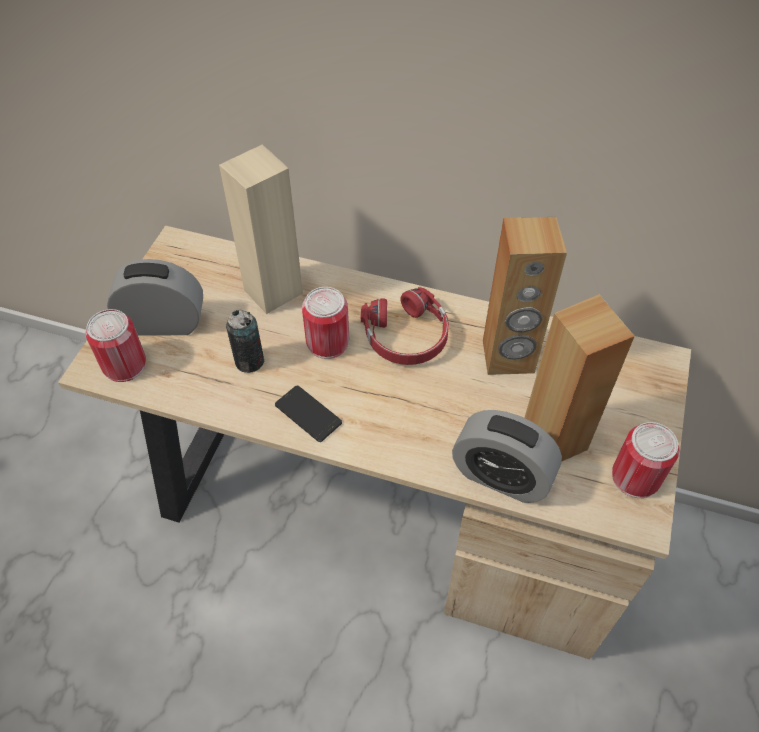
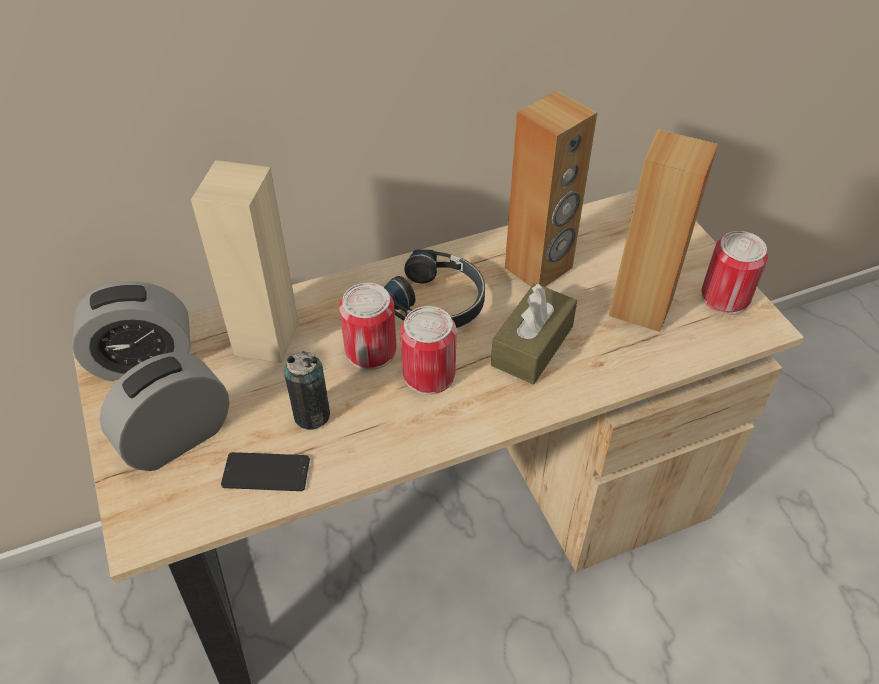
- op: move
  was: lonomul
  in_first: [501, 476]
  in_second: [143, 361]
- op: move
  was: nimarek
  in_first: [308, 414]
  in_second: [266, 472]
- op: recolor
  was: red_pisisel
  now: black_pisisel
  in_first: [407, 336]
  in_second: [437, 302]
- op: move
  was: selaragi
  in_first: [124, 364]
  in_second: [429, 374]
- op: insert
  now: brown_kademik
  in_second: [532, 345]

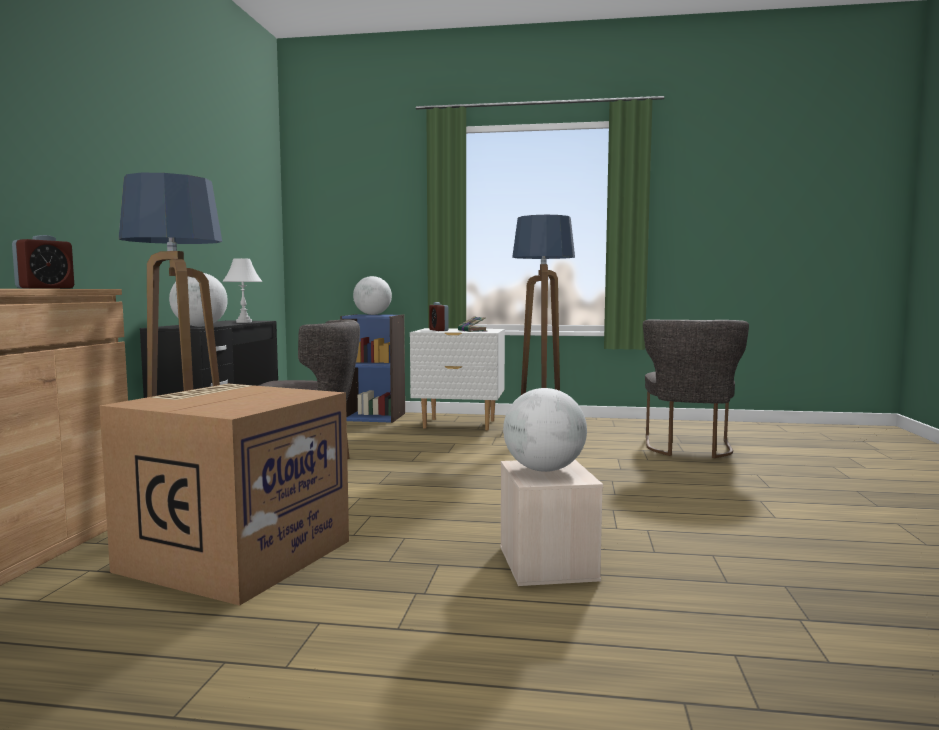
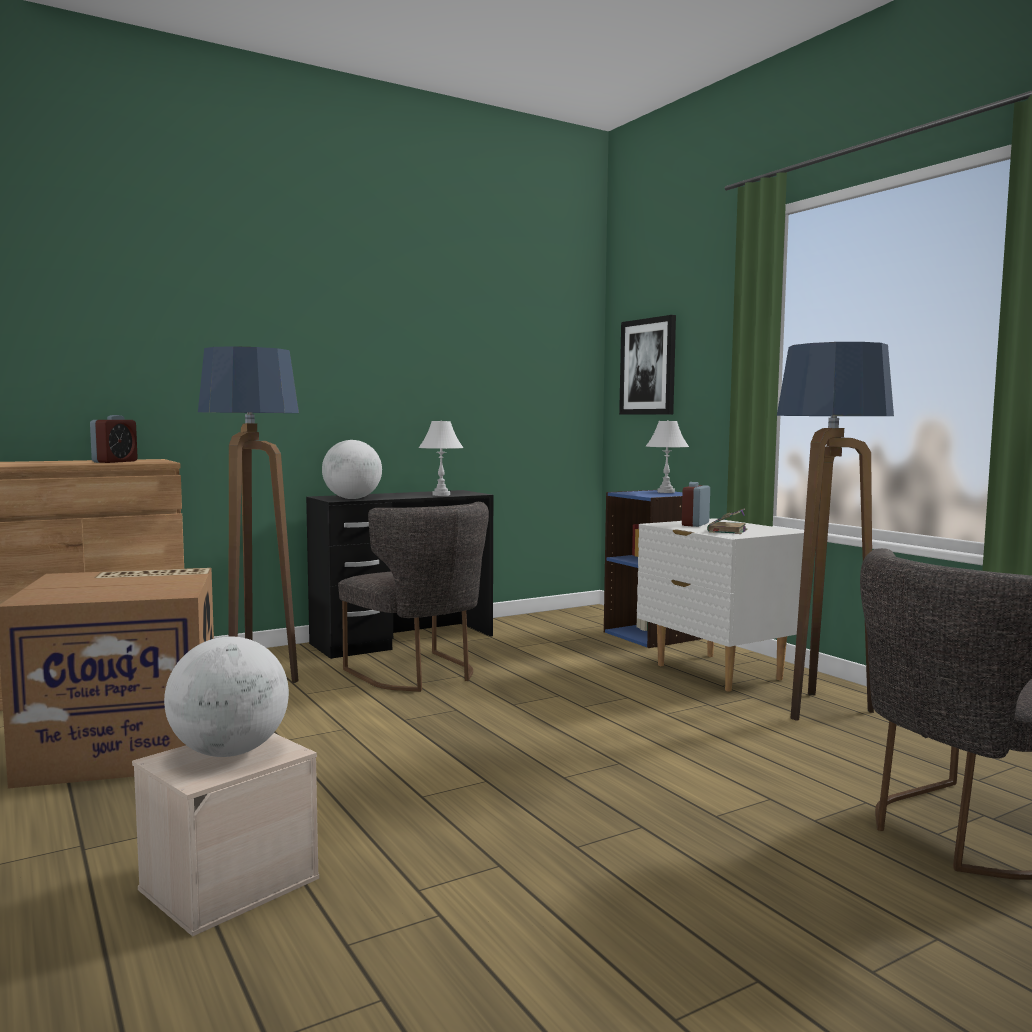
- op: rotate
  was: lonomul
  in_first: [45, 288]
  in_second: [115, 461]
  clockwise: -60
- op: insert
  now: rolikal
  in_second: [648, 366]
- op: replace
  was: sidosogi
  now: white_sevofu
  in_first: [372, 314]
  in_second: [665, 492]

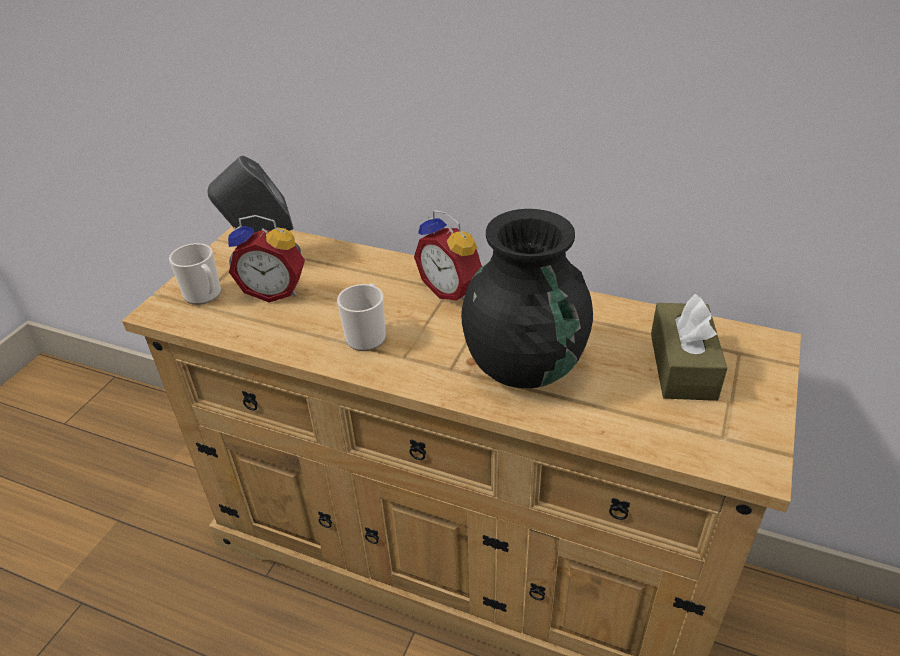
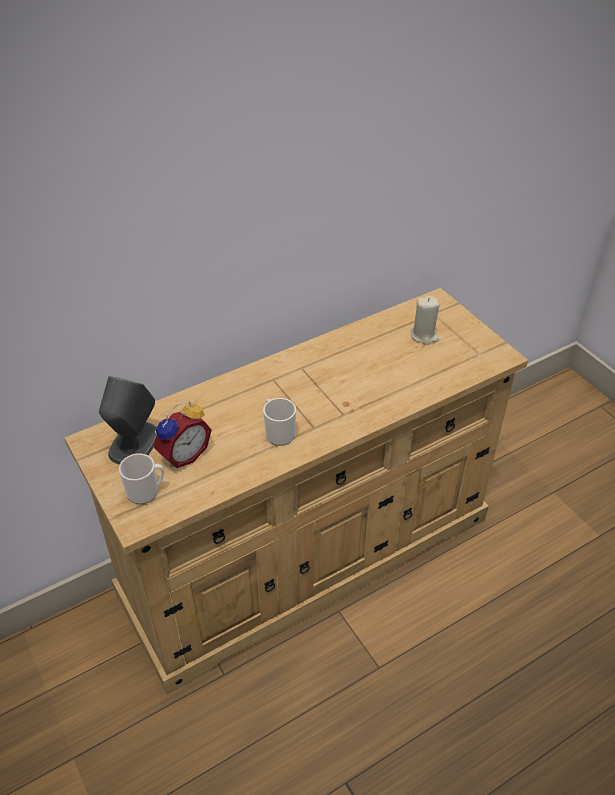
- op: replace
  was: brown_kademik
  now: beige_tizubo
  in_first: [682, 366]
  in_second: [424, 335]
- op: delete
  was: lonomul
  in_first: [453, 290]
- op: delete
  was: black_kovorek
  in_first: [524, 364]

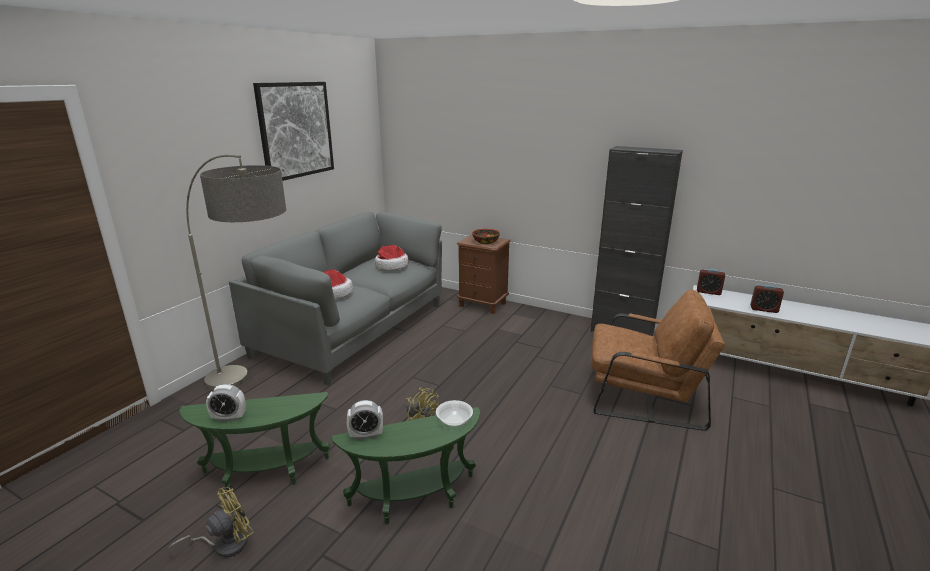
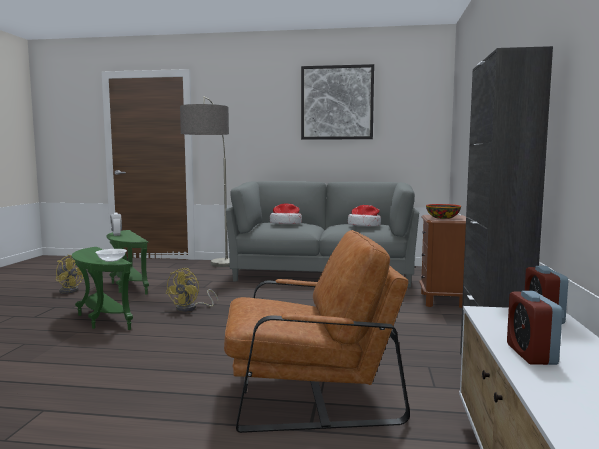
- op: rotate
  was: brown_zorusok
  in_first: [643, 395]
  in_second: [310, 393]
  clockwise: -90
- op: delete
  was: lonomul
  in_first: [366, 435]

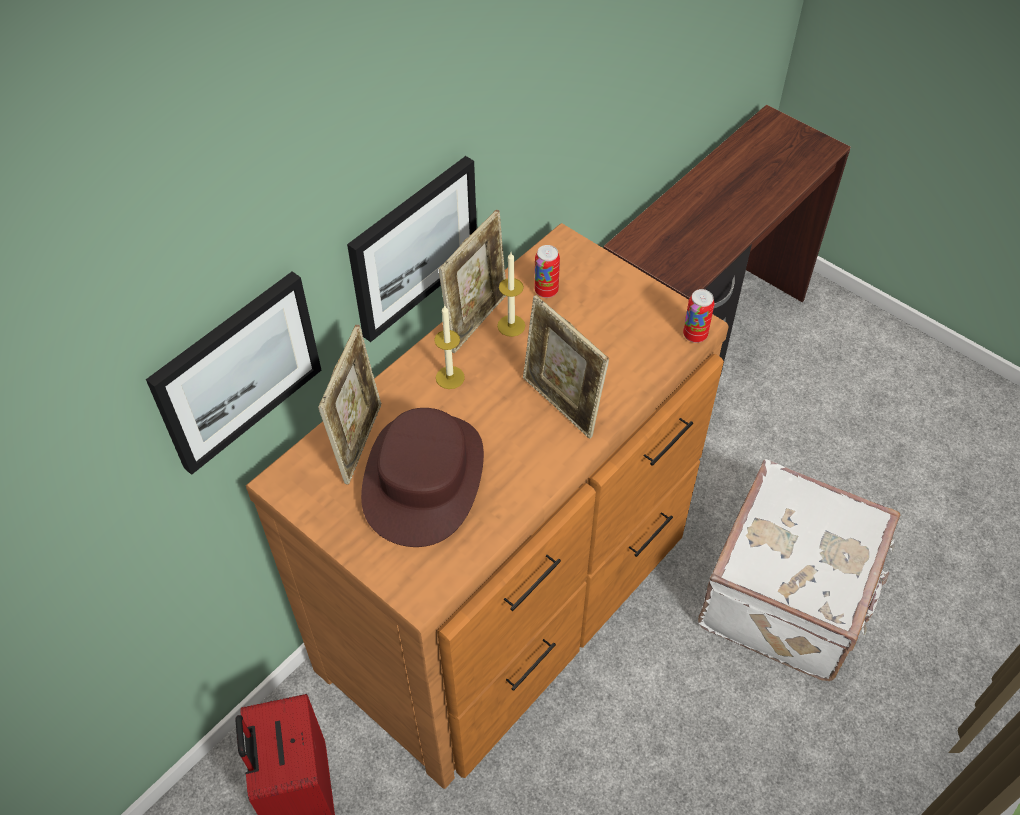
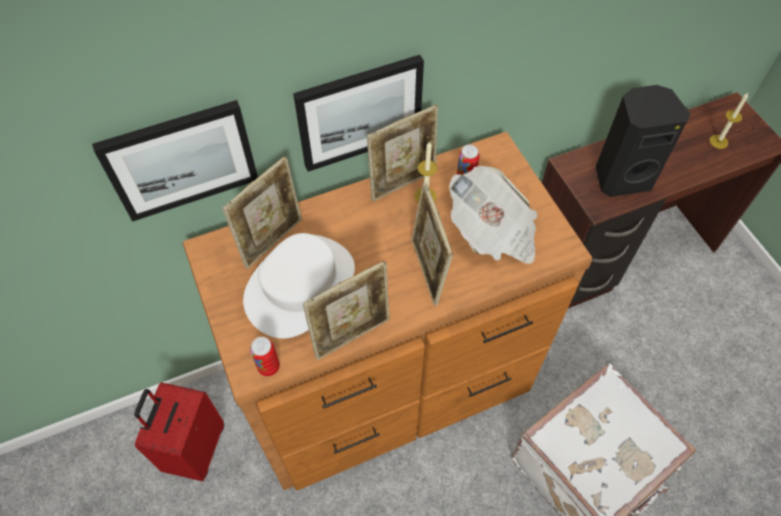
- op: recolor
  was: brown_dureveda
  now: white_dureveda
  in_first: [424, 478]
  in_second: [300, 286]
- op: move
  was: selaragi
  in_first: [695, 335]
  in_second: [269, 367]
- op: insert
  now: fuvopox
  in_second: [352, 335]
- op: insert
  now: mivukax
  in_second: [493, 232]
- op: insert
  now: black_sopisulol
  in_second: [622, 177]
- op: move
  was: tizubo
  in_first: [450, 377]
  in_second: [718, 141]

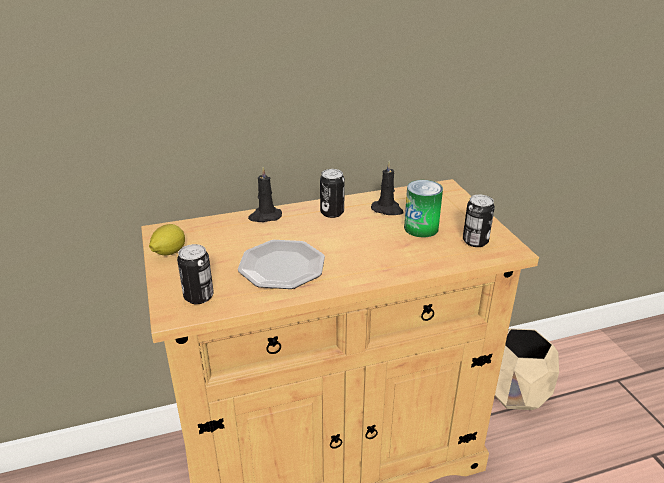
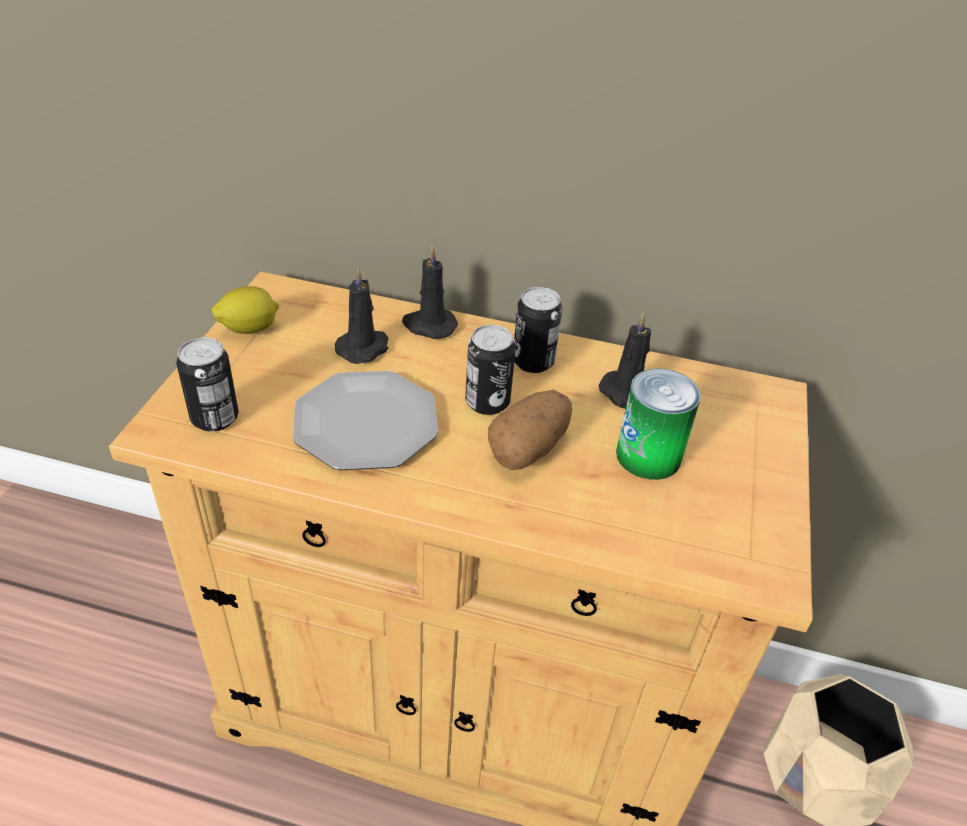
- op: insert
  now: black_tizubo
  in_second: [364, 348]
- op: move
  was: selaragi
  in_first: [475, 241]
  in_second: [487, 402]
- op: insert
  now: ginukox
  in_second: [528, 449]

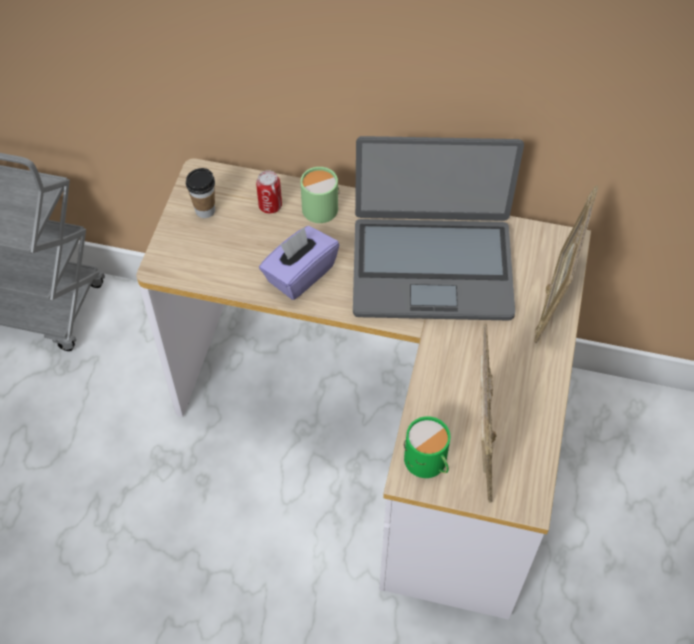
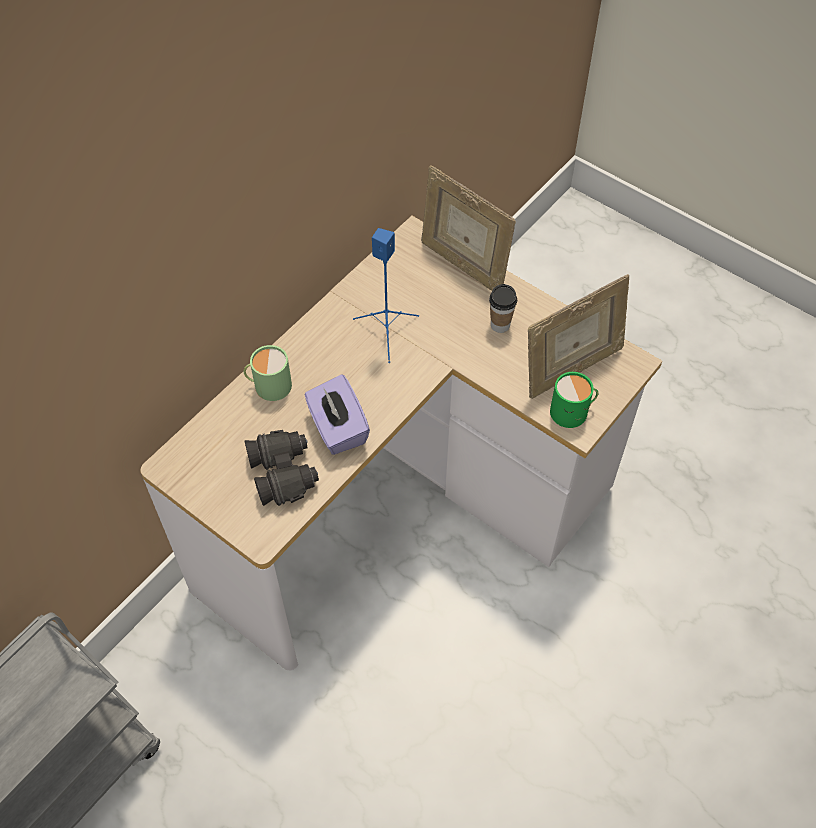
- op: insert
  now: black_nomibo
  in_second: [283, 473]
- op: replace
  was: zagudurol
  now: blue_sopisulol
  in_first: [432, 268]
  in_second: [387, 331]
- op: move
  was: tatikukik
  in_first: [205, 210]
  in_second: [500, 325]
- op: rotate
  was: fuvopox
  in_first: [481, 443]
  in_second: [571, 370]
  clockwise: 120
- op: delete
  was: selaragi
  in_first: [270, 206]

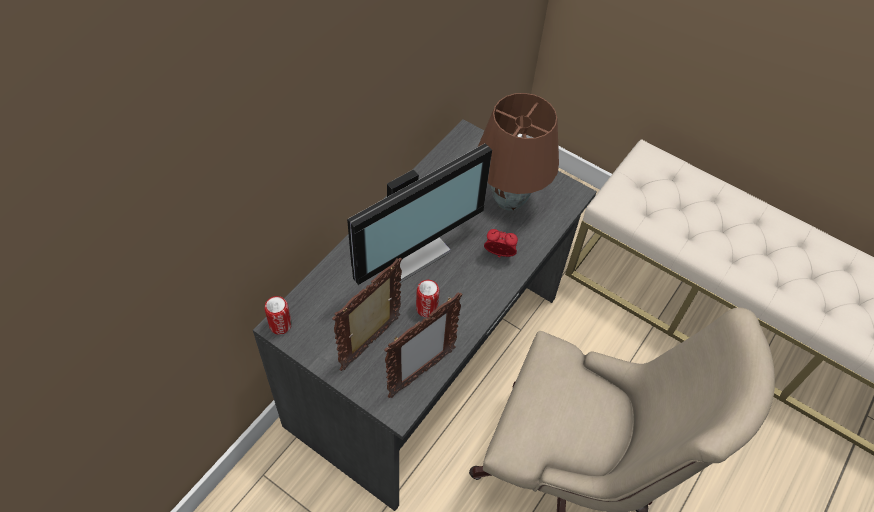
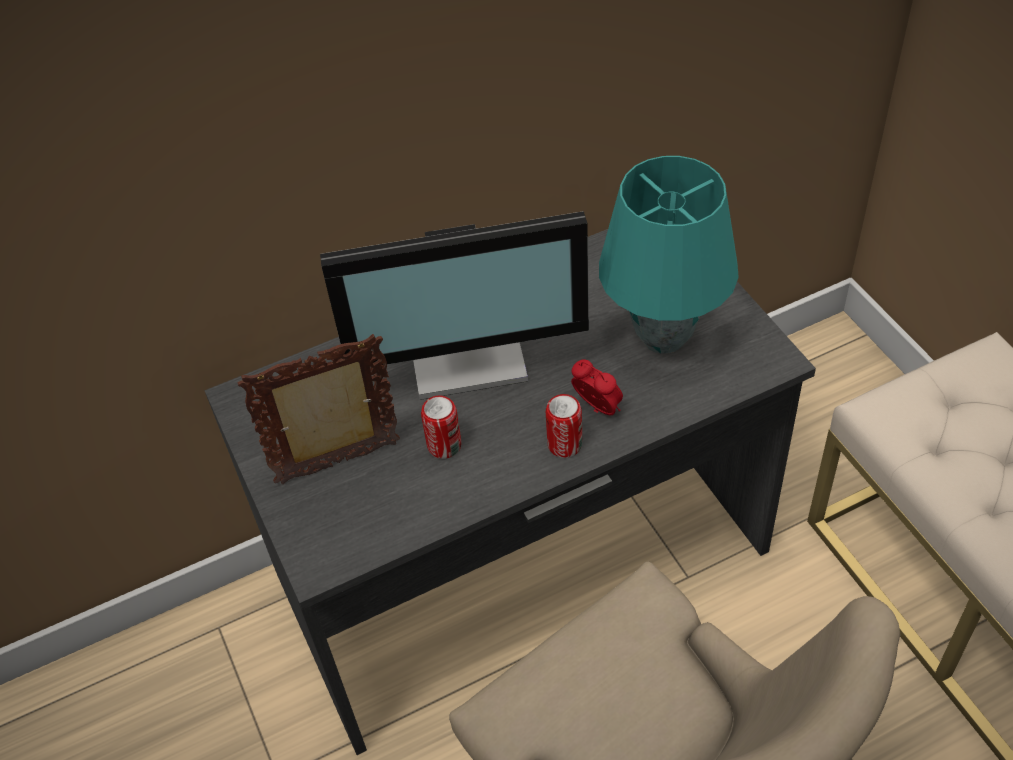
- op: move
  was: selaragi
  in_first: [280, 325]
  in_second: [564, 444]
- op: recolor
  was: brown_sevofu
  now: turquoise_sevofu
  in_first: [510, 201]
  in_second: [664, 339]
- op: delete
  was: fuvopox
  in_first: [421, 373]

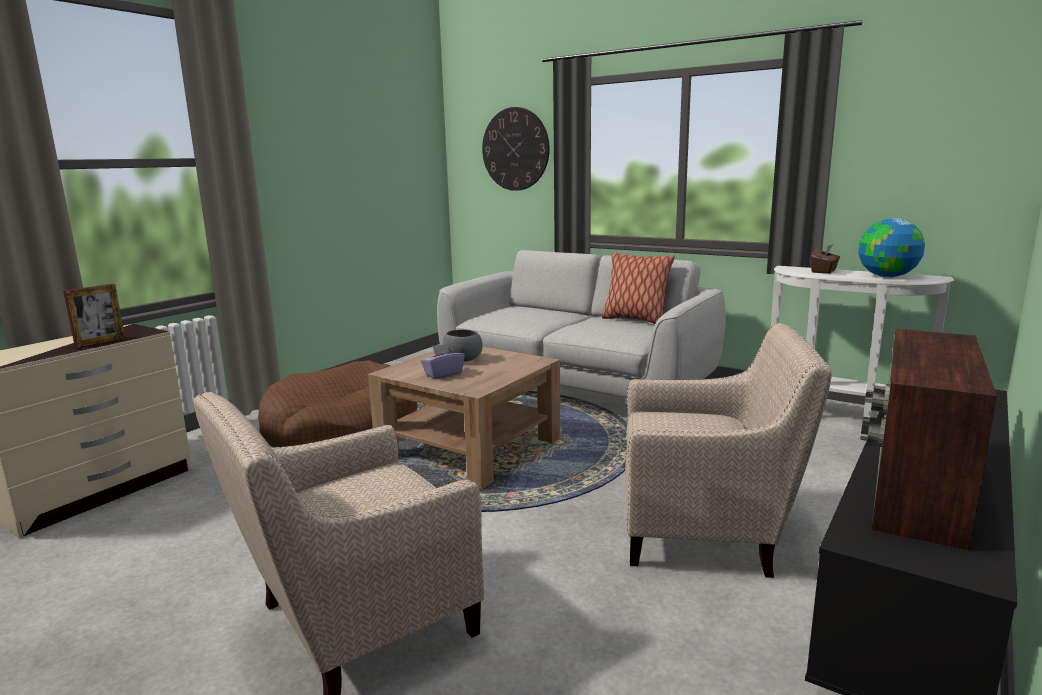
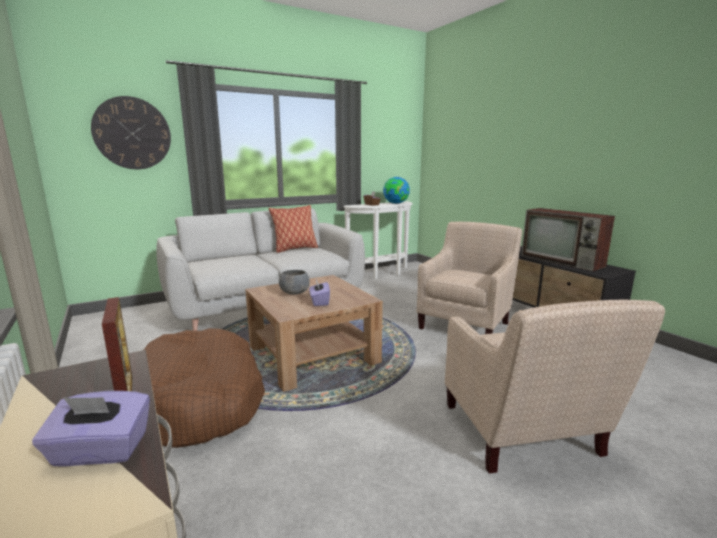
- op: insert
  now: purple_kademik
  in_second: [100, 451]

